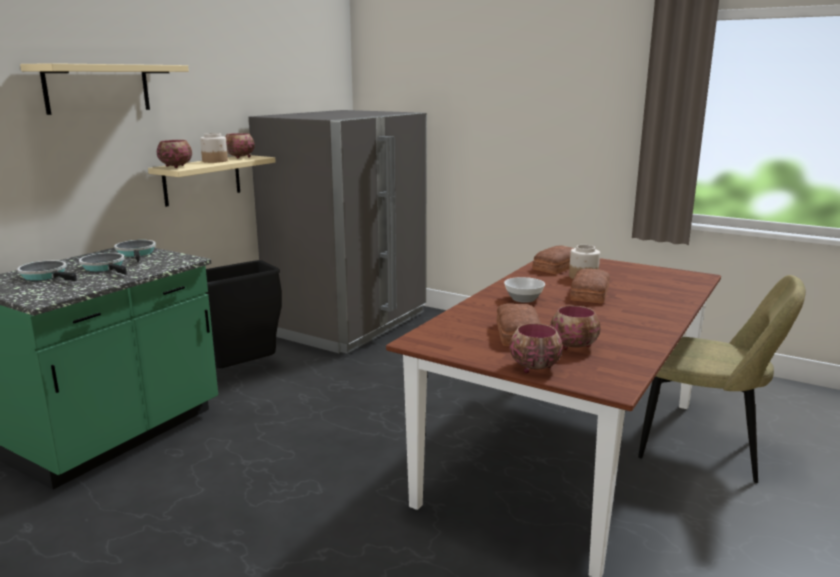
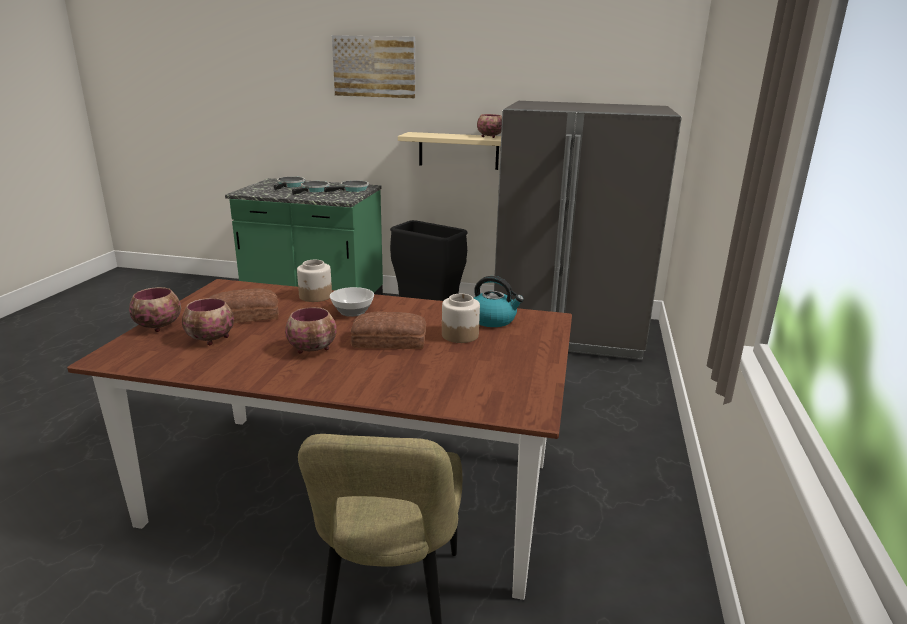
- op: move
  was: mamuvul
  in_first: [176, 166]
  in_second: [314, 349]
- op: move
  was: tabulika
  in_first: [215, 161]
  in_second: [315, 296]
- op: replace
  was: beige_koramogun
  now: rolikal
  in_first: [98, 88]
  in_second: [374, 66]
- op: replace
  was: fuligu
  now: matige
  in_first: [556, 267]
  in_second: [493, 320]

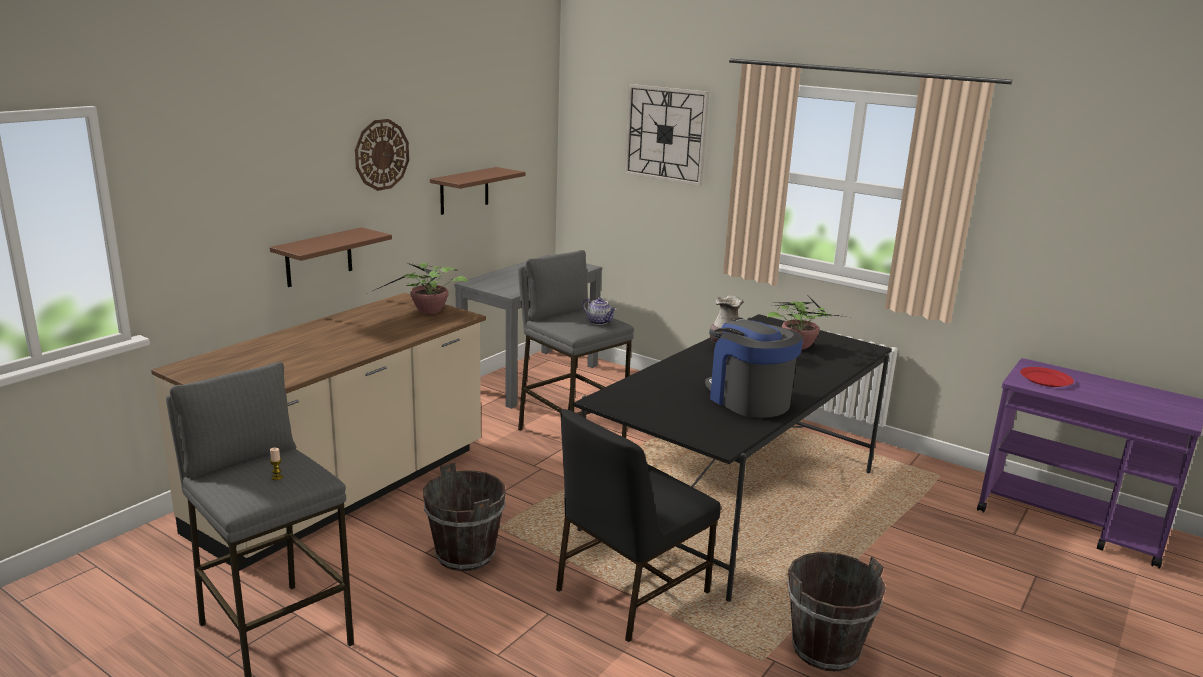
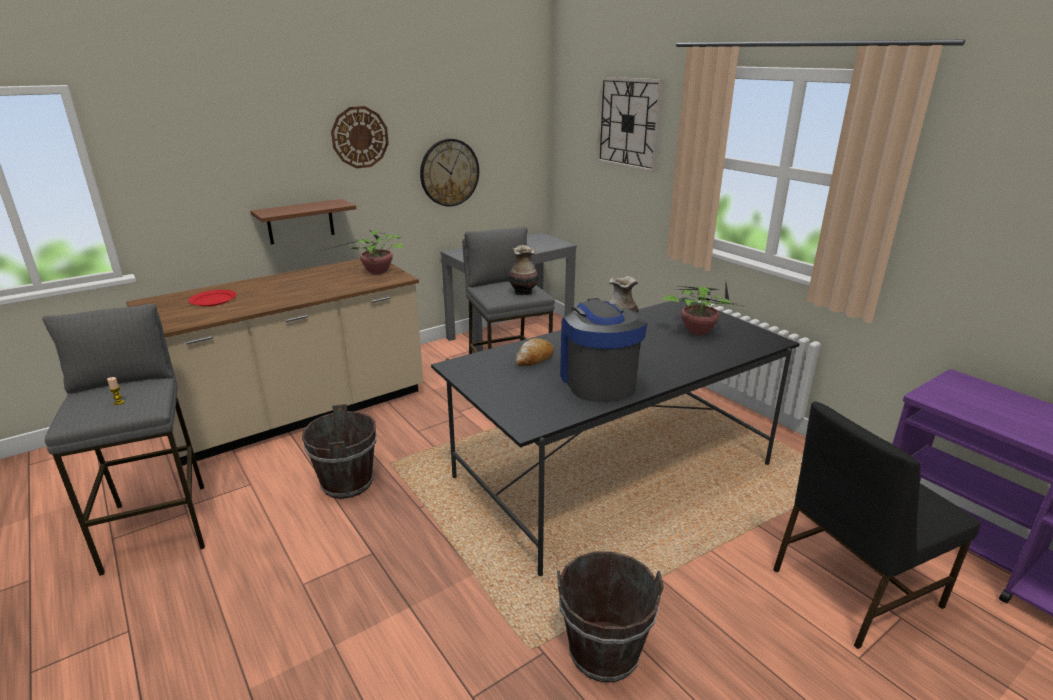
- op: move
  was: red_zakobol
  in_first: [1046, 379]
  in_second: [212, 300]
- op: replace
  was: brown_koramogun
  now: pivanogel
  in_first: [464, 191]
  in_second: [449, 172]
- op: replace
  was: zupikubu
  now: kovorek
  in_first: [599, 322]
  in_second: [523, 292]
- op: insert
  now: fuligu
  in_second: [534, 359]
- op: move
  was: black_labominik
  in_first: [629, 592]
  in_second: [852, 588]

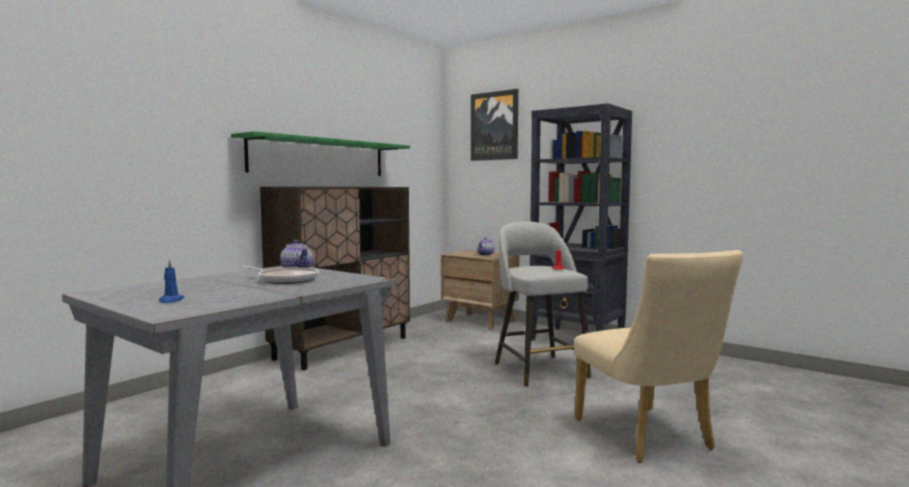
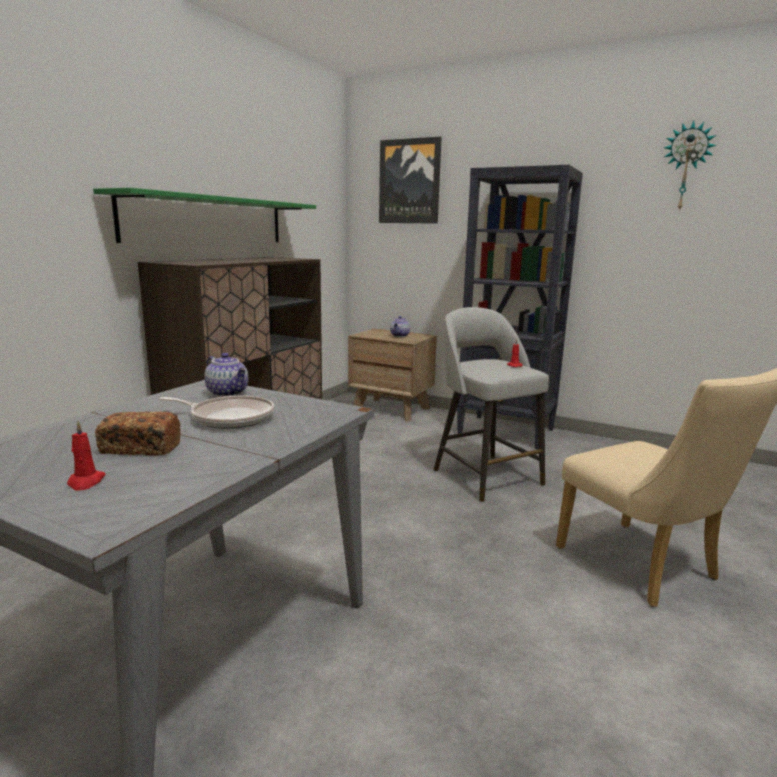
- op: recolor
  was: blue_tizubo
  now: red_tizubo
  in_first: [171, 300]
  in_second: [85, 482]
- op: insert
  now: fuligu
  in_second: [140, 448]
- op: insert
  now: pivanogel
  in_second: [686, 167]

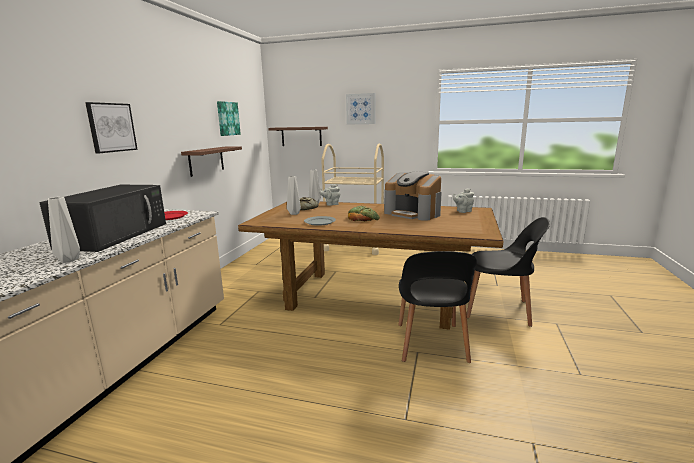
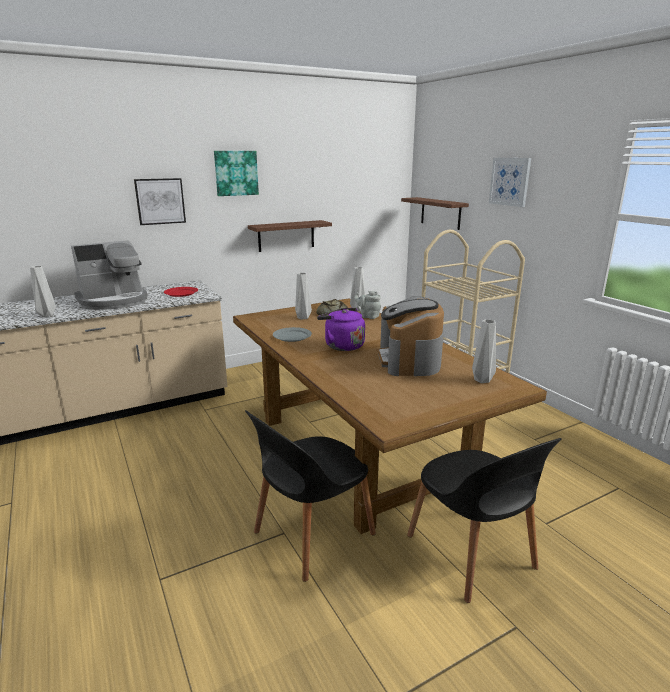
- op: replace
  was: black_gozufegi
  now: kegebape
  in_first: [115, 235]
  in_second: [114, 301]
- op: move
  was: rolikal
  in_first: [227, 118]
  in_second: [236, 173]
- op: replace
  was: fuligu
  now: purple_matige
  in_first: [363, 218]
  in_second: [342, 345]
- op: replace
  was: grey_zupikubu
  now: grey_kovorek
  in_first: [463, 211]
  in_second: [481, 380]

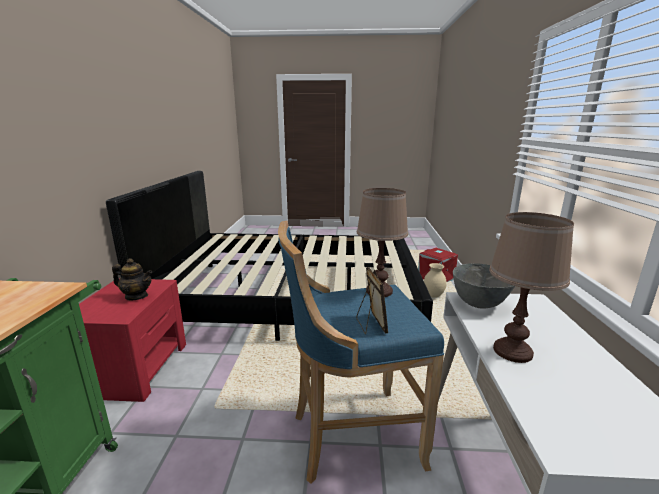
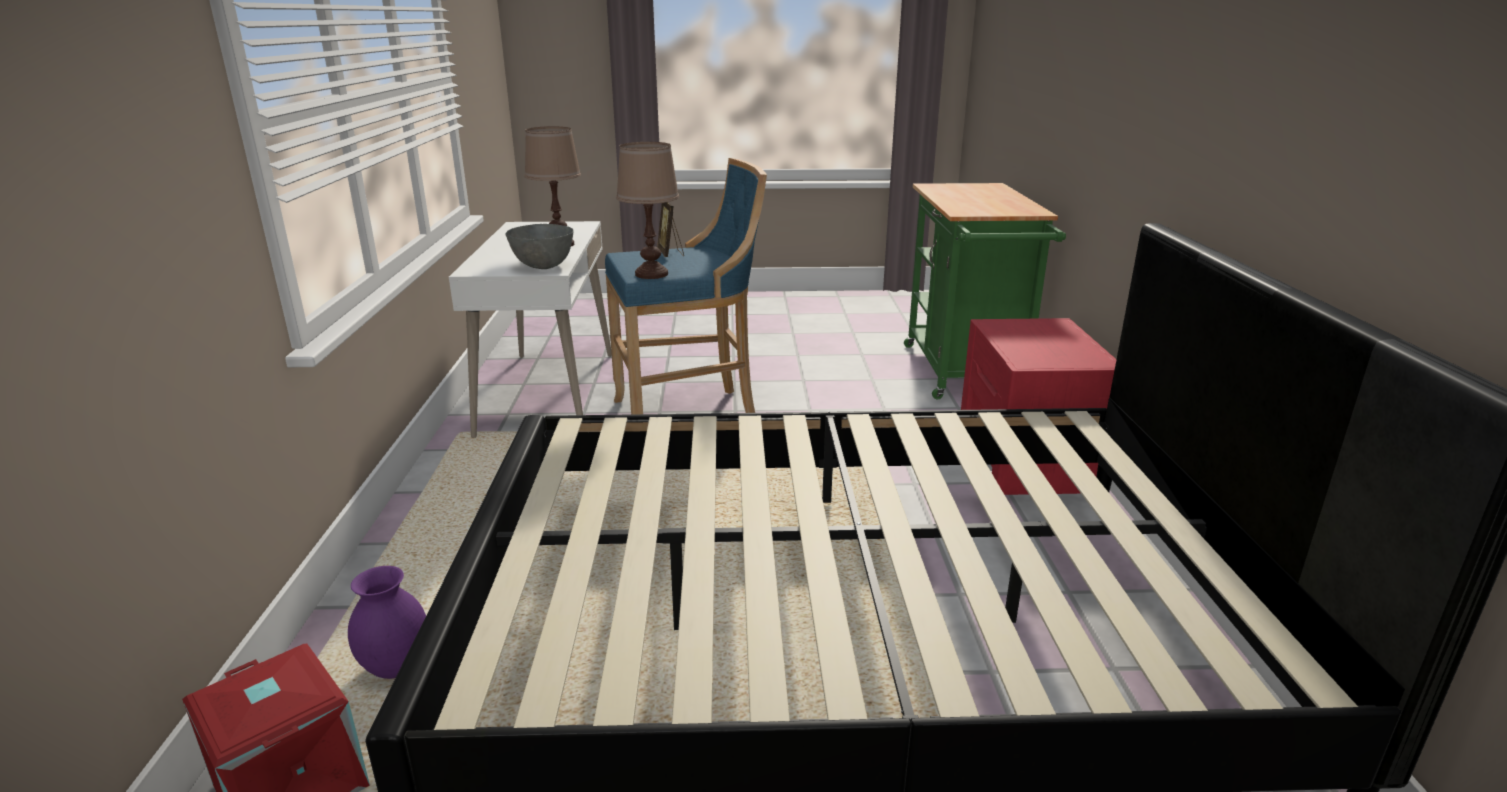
- op: recolor
  was: beige_kovorek
  now: purple_kovorek
  in_first: [434, 295]
  in_second: [395, 668]
- op: delete
  was: zupikubu
  in_first: [136, 296]

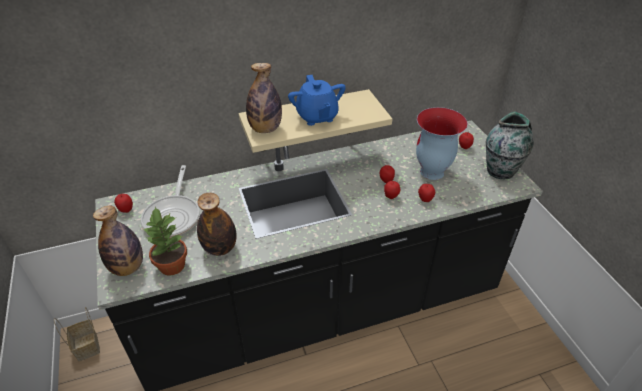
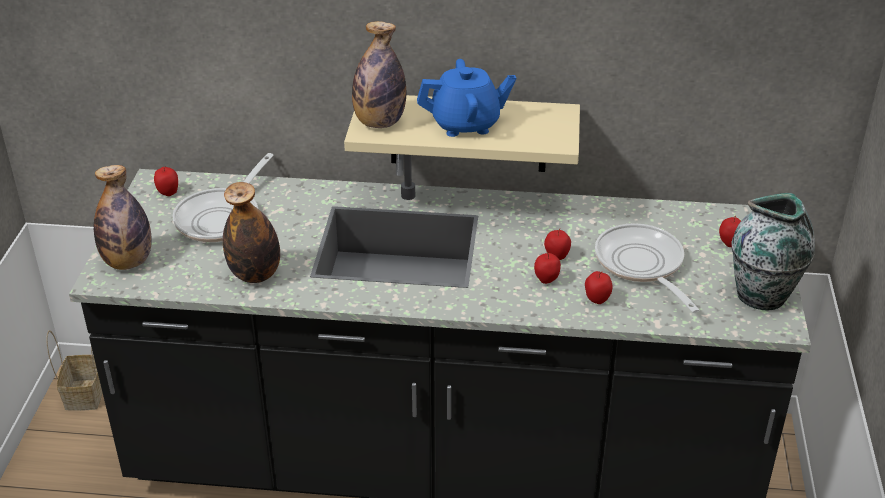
- op: rotate
  was: blue_zupikubu
  in_first: [317, 116]
  in_second: [466, 124]
  clockwise: -105
- op: replace
  was: kovorek
  now: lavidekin
  in_first: [432, 172]
  in_second: [642, 265]
- op: delete
  was: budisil
  in_first: [171, 266]

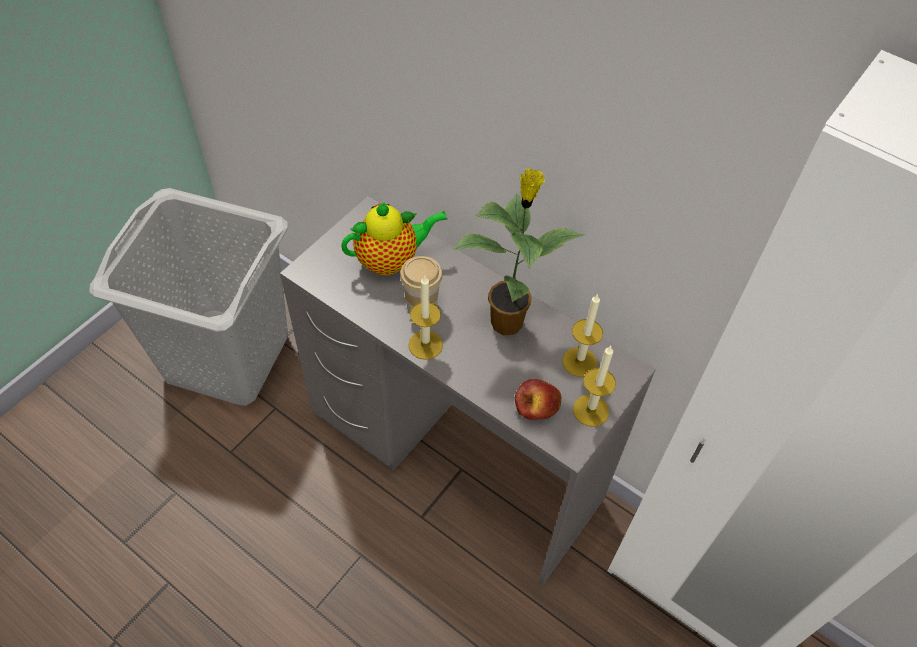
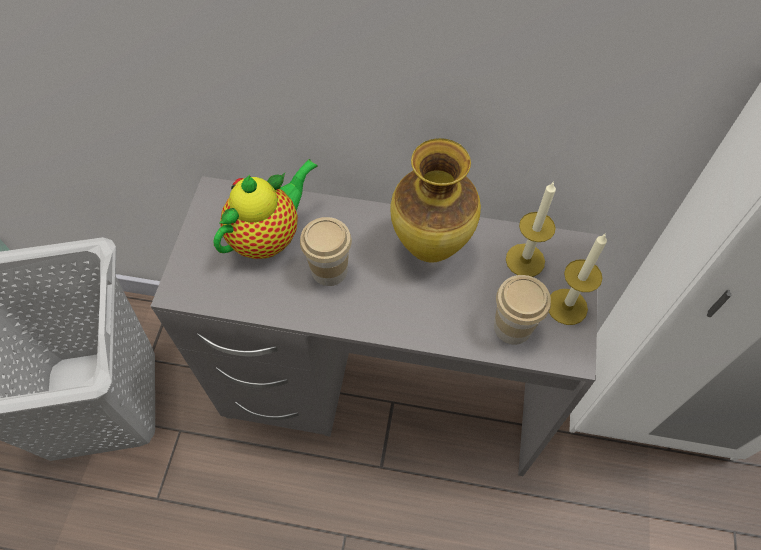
- op: replace
  was: budisil
  now: kovorek
  in_first: [508, 320]
  in_second: [429, 249]
- op: replace
  was: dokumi
  now: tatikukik
  in_first: [537, 405]
  in_second: [512, 327]
- op: delete
  was: tizubo
  in_first: [425, 345]

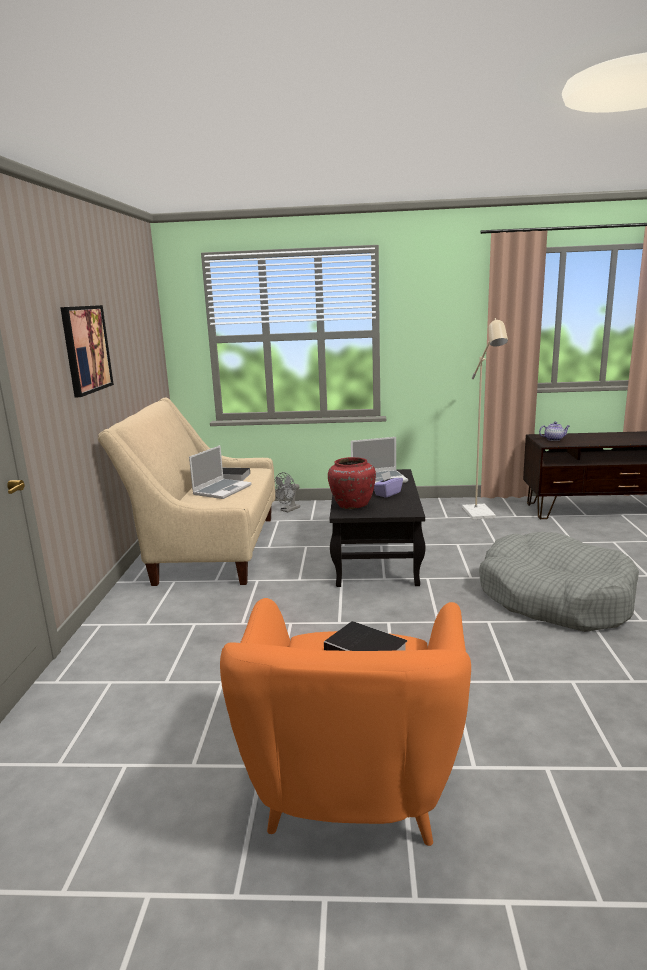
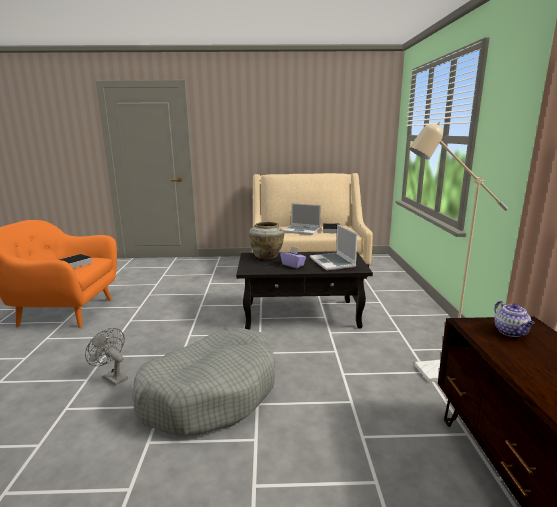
- op: move
  was: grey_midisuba
  in_first: [288, 510]
  in_second: [112, 377]
- op: recolor
  was: red_kovorek
  now: beige_kovorek
  in_first: [352, 505]
  in_second: [267, 256]
- op: delete
  was: rolikal
  in_first: [86, 349]

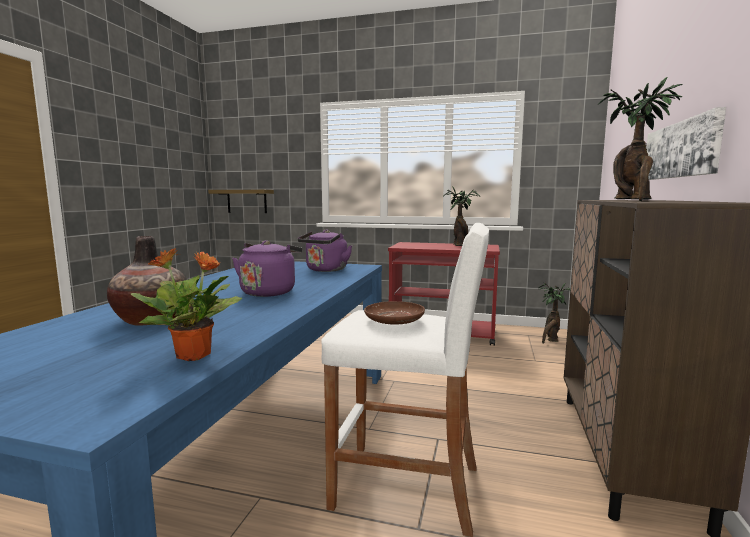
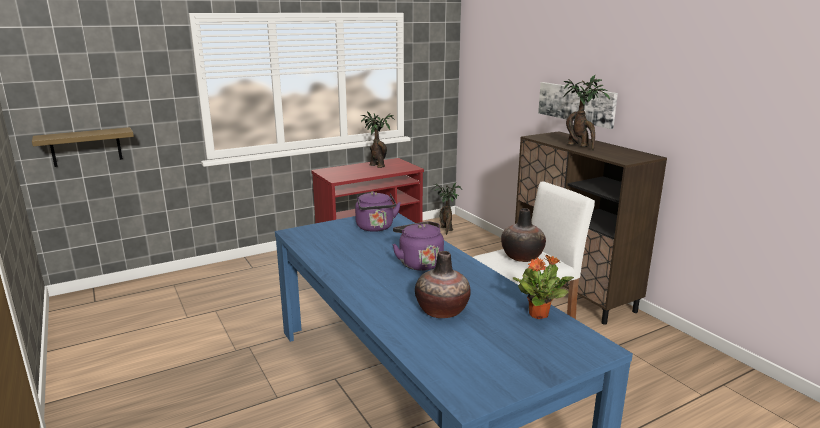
- op: replace
  was: brown_zakobol
  now: kovorek
  in_first: [394, 320]
  in_second: [522, 257]

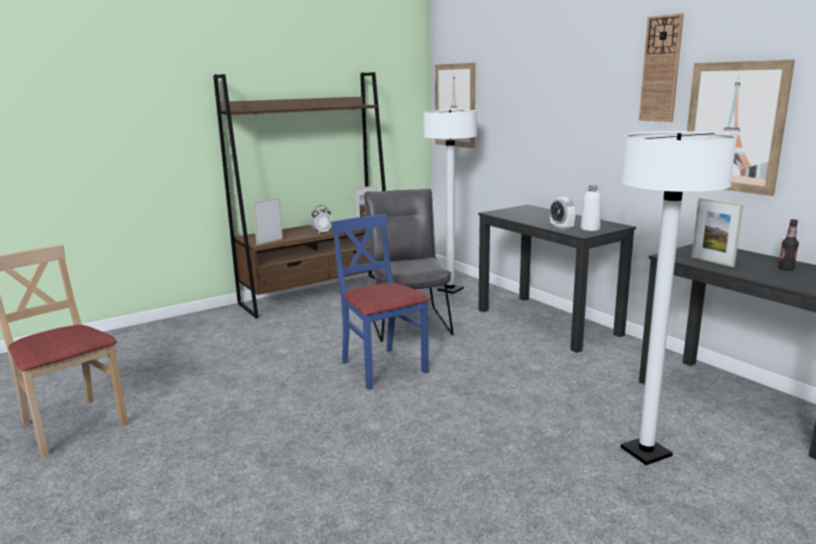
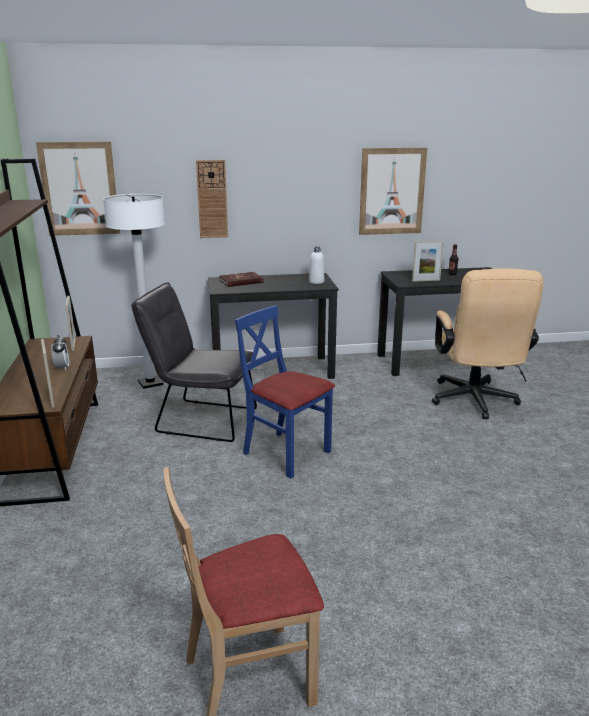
- op: move
  was: pivanogel
  in_first: [661, 69]
  in_second: [212, 199]
- op: insert
  now: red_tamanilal
  in_second: [241, 281]
- op: rotate
  was: blue_labominik
  in_first: [382, 367]
  in_second: [286, 453]
  clockwise: 45
- op: replace
  was: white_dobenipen
  now: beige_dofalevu
  in_first: [645, 452]
  in_second: [474, 402]
- op: delete
  was: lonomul
  in_first: [561, 228]

